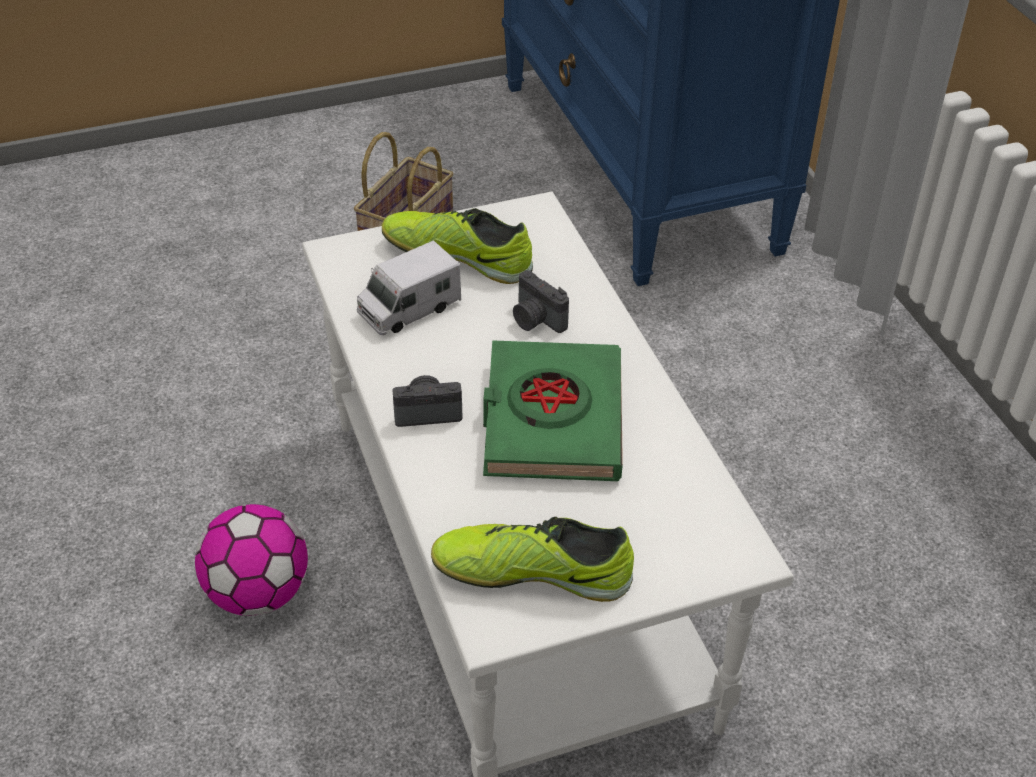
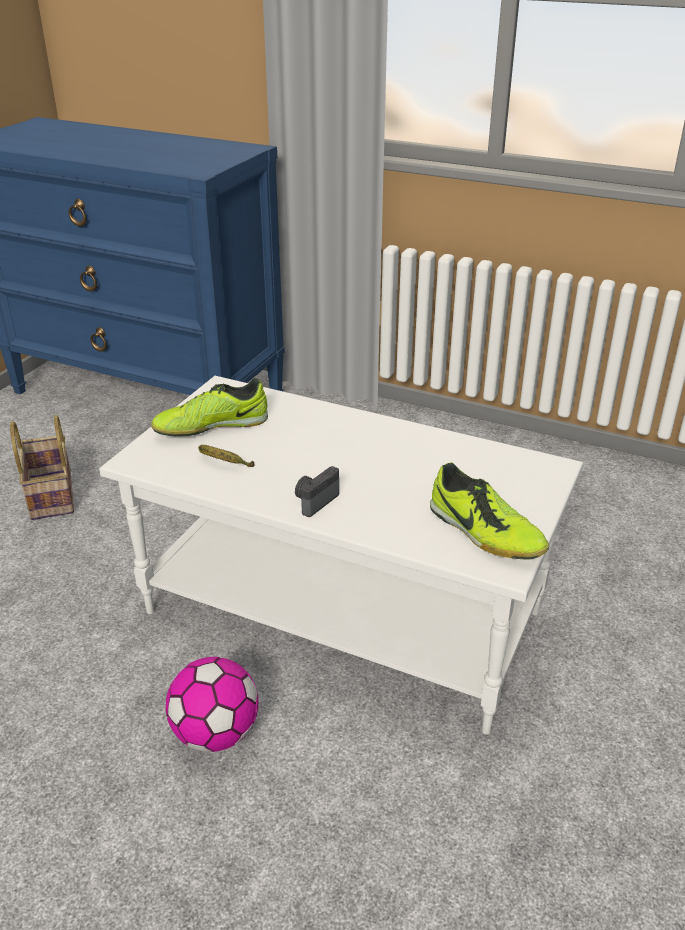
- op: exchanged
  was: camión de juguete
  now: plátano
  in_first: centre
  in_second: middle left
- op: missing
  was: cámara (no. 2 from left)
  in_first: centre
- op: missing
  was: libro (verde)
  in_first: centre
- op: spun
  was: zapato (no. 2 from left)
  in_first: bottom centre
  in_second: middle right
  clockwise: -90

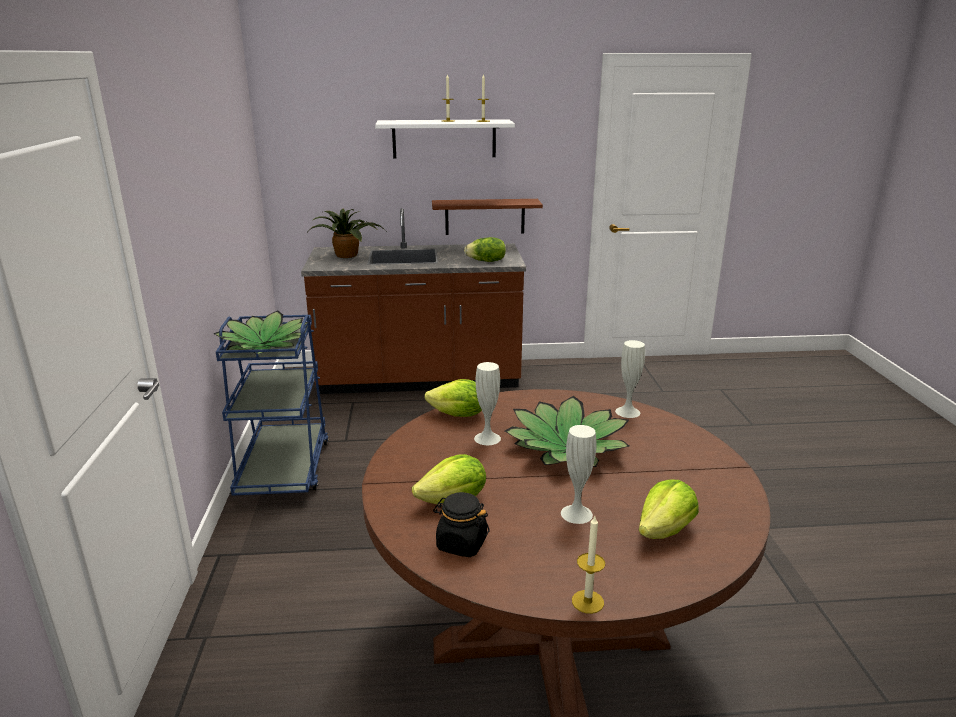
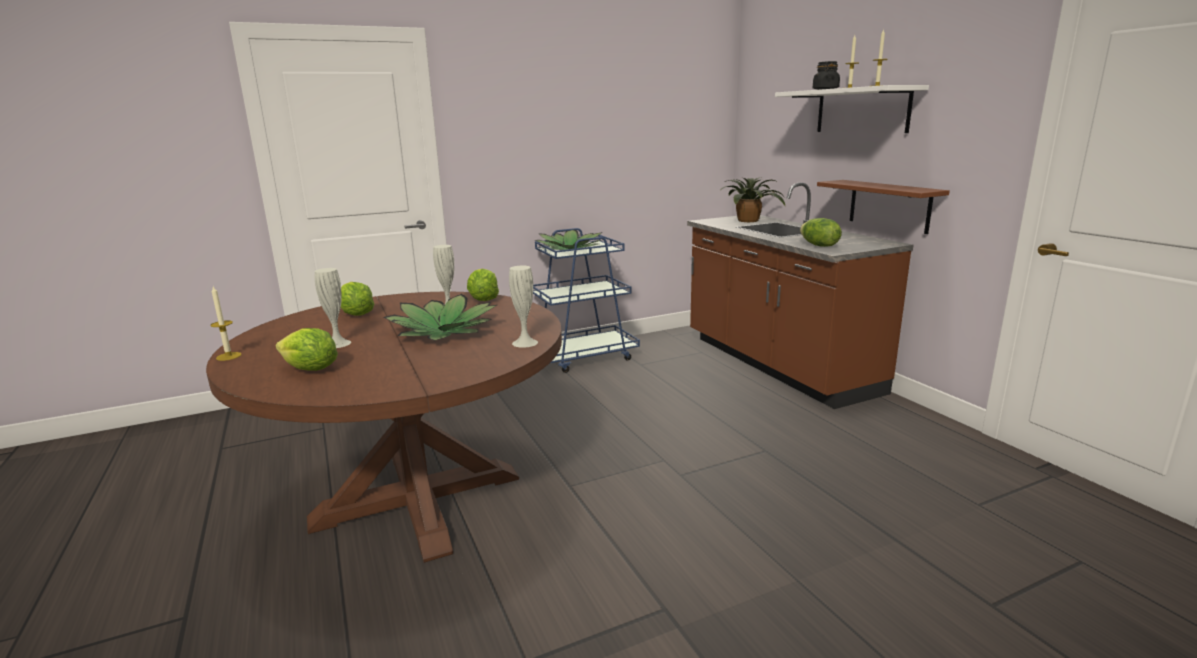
- op: relocated
  was: tarro (negro)
  in_first: bottom centre
  in_second: top right

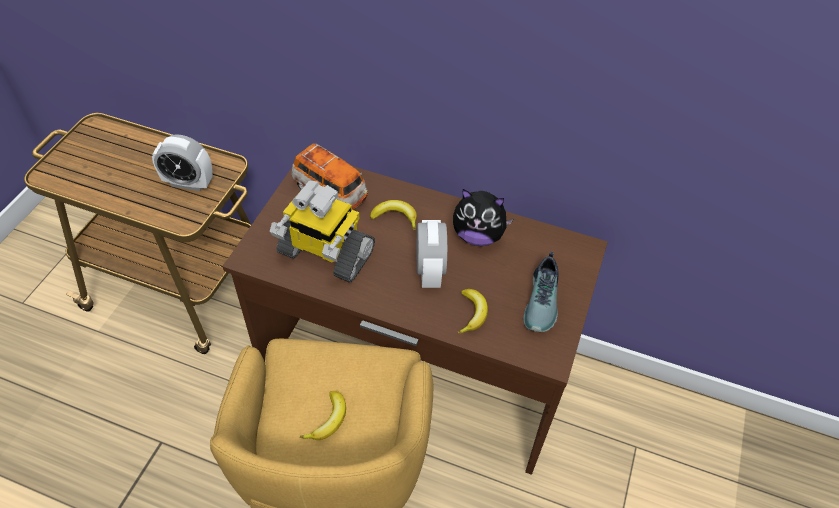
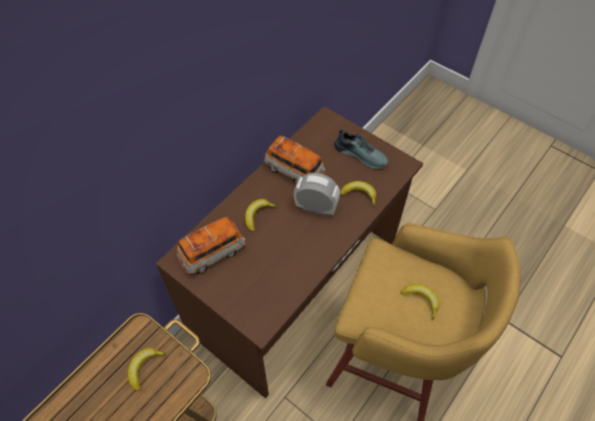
- op: exchanged
  was: despertador (no. 1 from left)
  now: plátano (no. 1 from left)
  in_first: top left
  in_second: bottom left
- op: missing
  was: robot de juguete
  in_first: centre
- op: exchanged
  was: peluche
  now: coche de juguete (no. 2 from left)
  in_first: centre
  in_second: centre

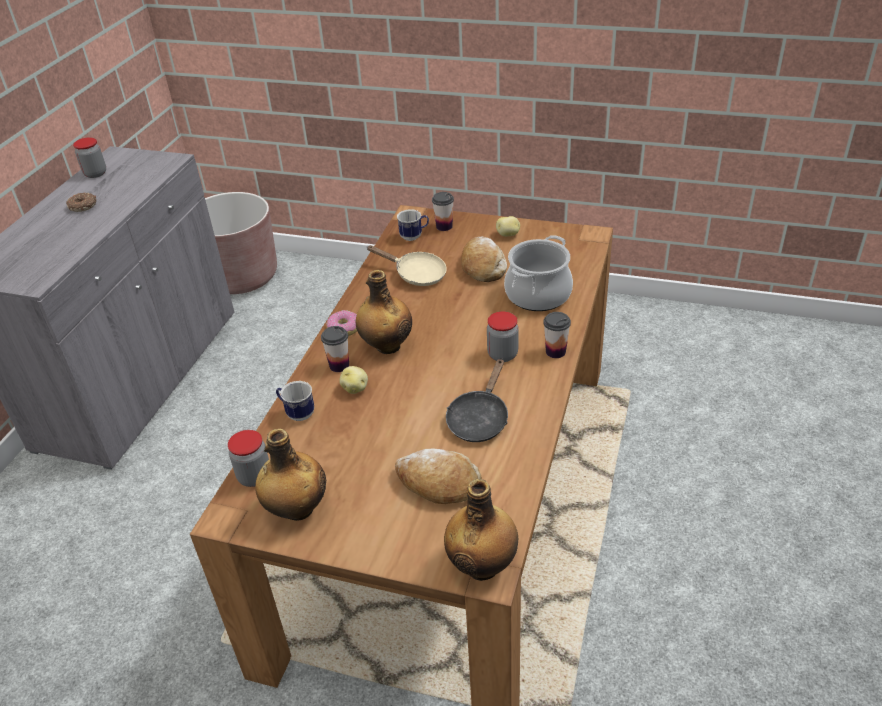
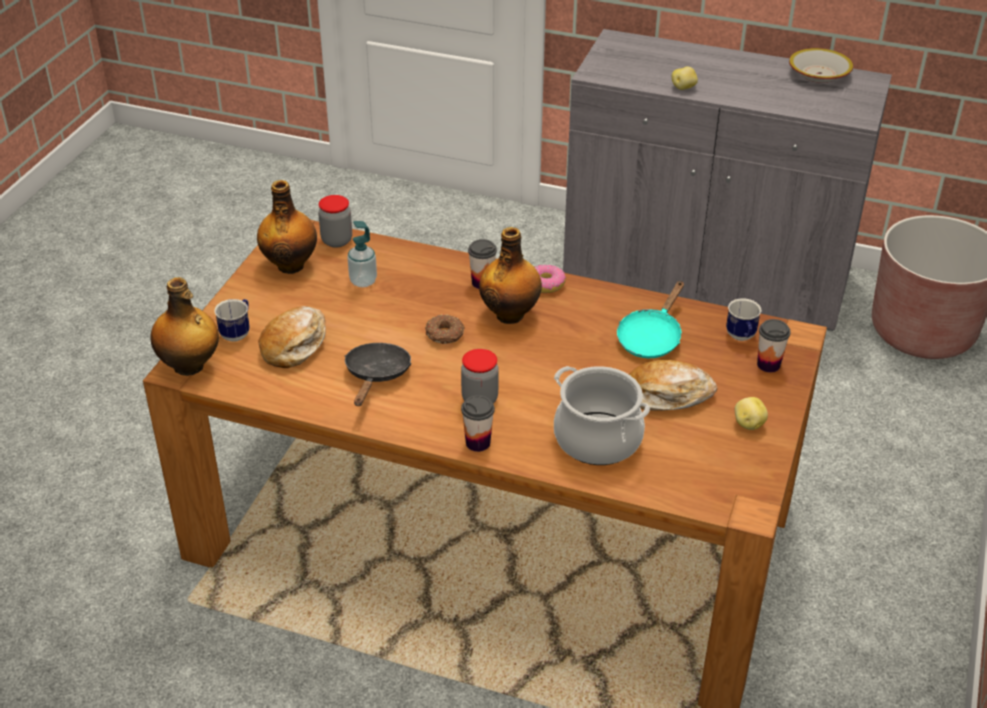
- op: exchanged
  was: tarro (no. 1 from left)
  now: cuenco
  in_first: top left
  in_second: top right
- op: relocated
  was: rosquilla (no. 1 from left)
  in_first: top left
  in_second: centre
- op: colour
  was: sartén (beis)
  now: sartén (turquesa)
  in_first: centre
  in_second: centre
- op: spun
  was: sartén (negro)
  in_first: centre
  in_second: centre
  clockwise: 75
- op: relocated
  was: patata (no. 1 from left)
  in_first: centre
  in_second: top right
- op: relocated
  was: taza grande (no. 1 from left)
  in_first: centre
  in_second: middle left
- op: appeared
  now: dispensador de jabón
  in_second: centre

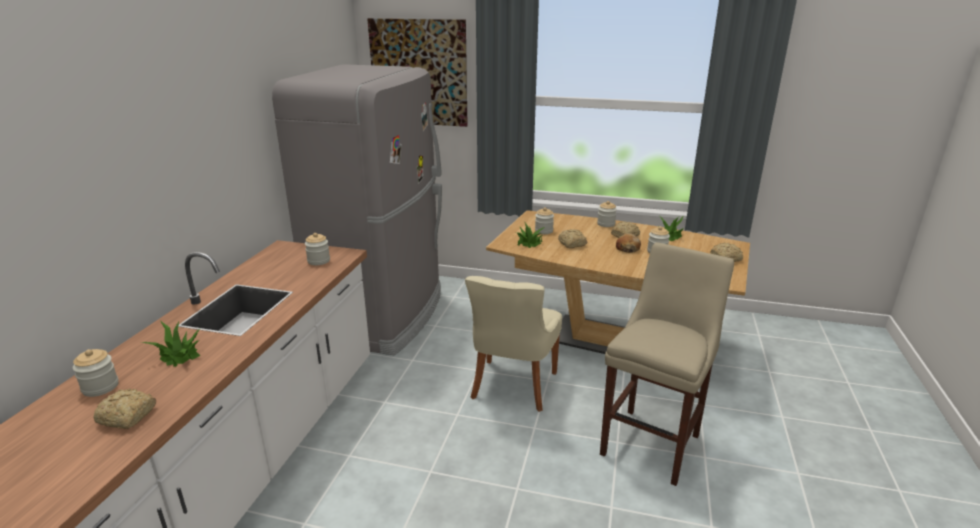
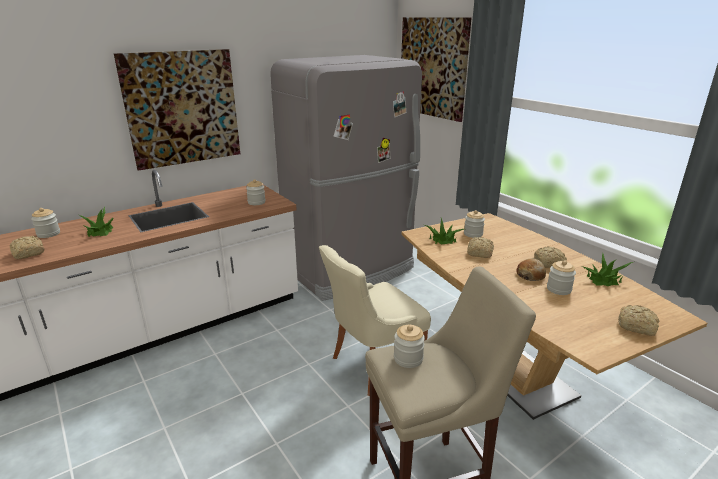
- op: relocated
  was: tarro (no. 4 from left in the first image)
  now: tarro (no. 3 from left)
  in_first: centre
  in_second: bottom centre
- op: appeared
  now: cuadro (no. 1 from left)
  in_second: top left

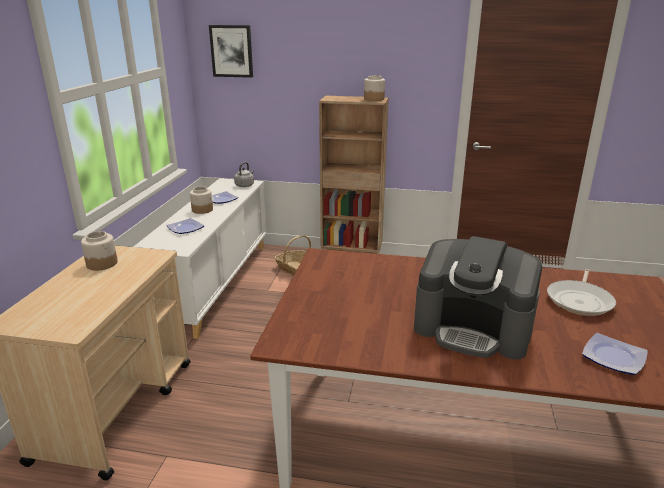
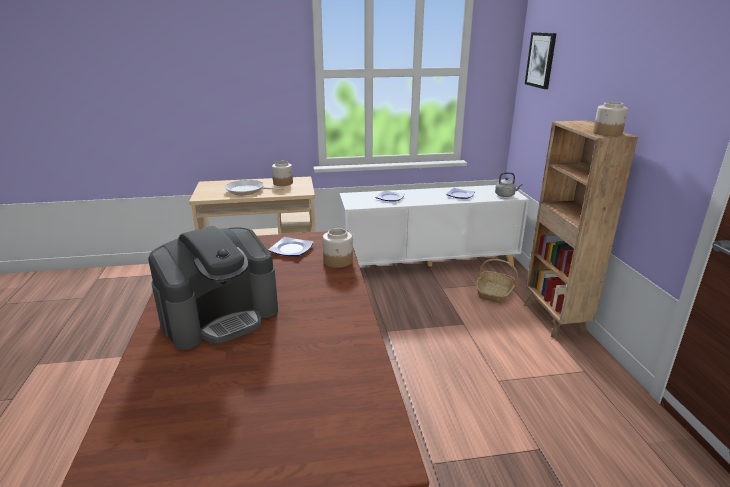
- op: relocated
  was: tarro (no. 2 from left)
  in_first: middle left
  in_second: centre
- op: spun
  was: cafetera
  in_first: middle right
  in_second: middle left
  clockwise: -135
- op: relocated
  was: sartén
  in_first: middle right
  in_second: centre
- op: relocated
  was: plato (no. 3 from left in the first image)
  now: plato (no. 1 from left)
  in_first: bottom right
  in_second: centre

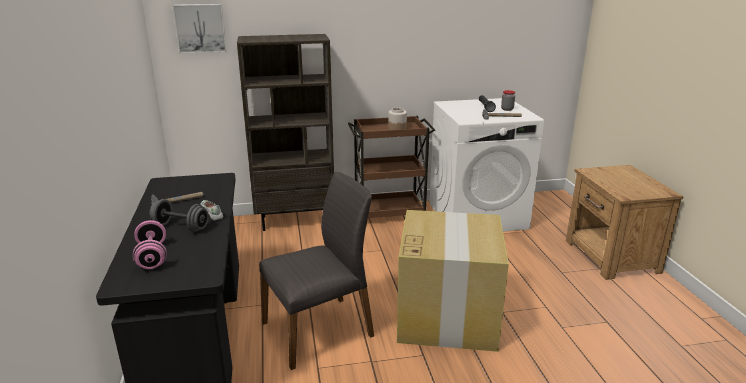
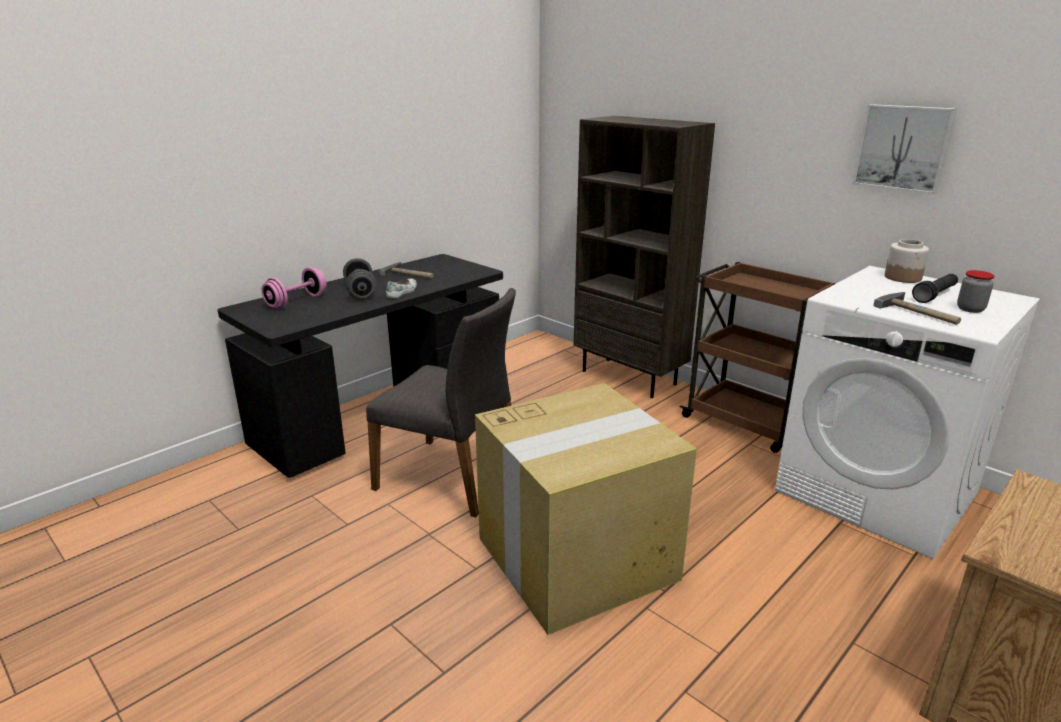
- op: relocated
  was: cuadro
  in_first: top left
  in_second: top right
- op: relocated
  was: tarro (no. 1 from left)
  in_first: top centre
  in_second: middle right

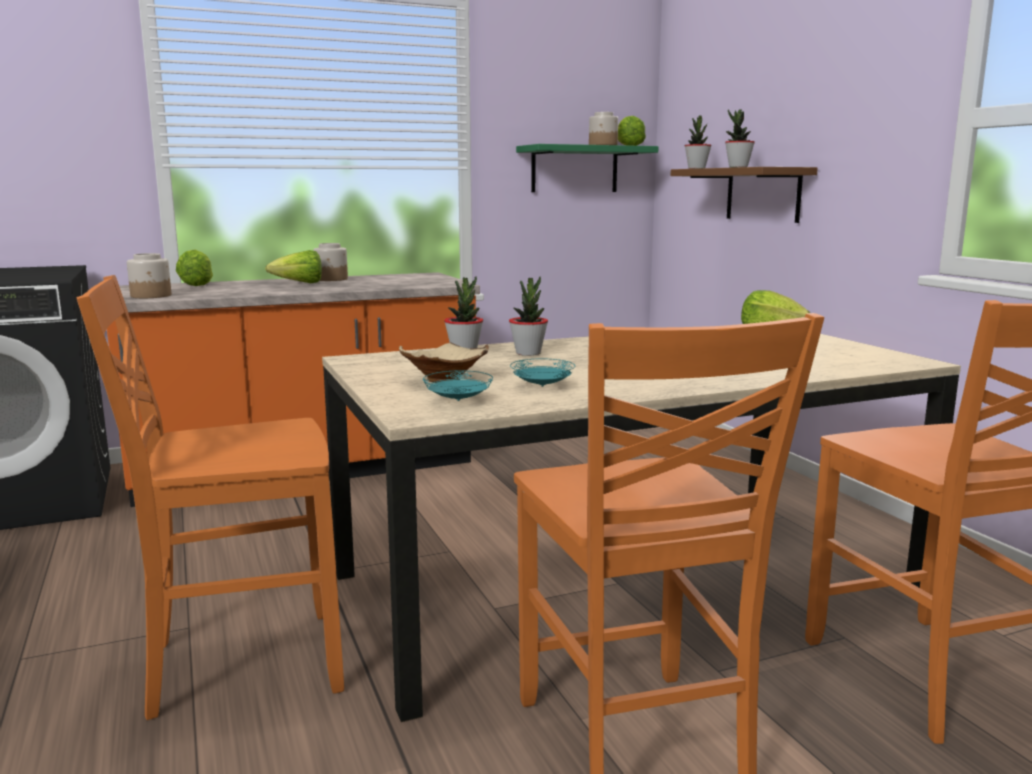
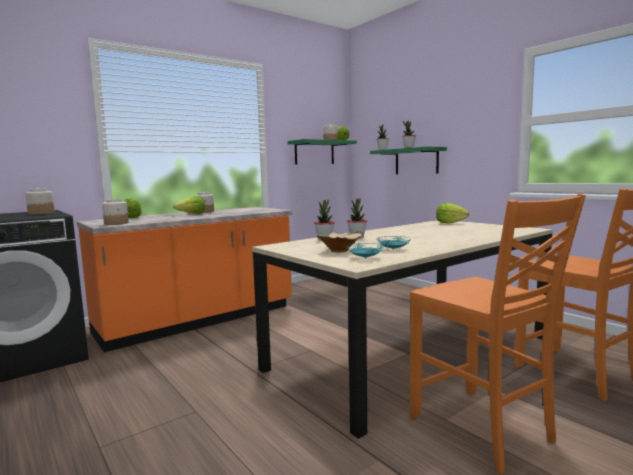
- op: colour
  was: estante (marrón)
  now: estante (verde) (no. 2 from left)
  in_first: top right
  in_second: centre
- op: missing
  was: silla (naranja) (no. 1 from left)
  in_first: middle left
- op: appeared
  now: tarro (no. 1 from left)
  in_second: middle left

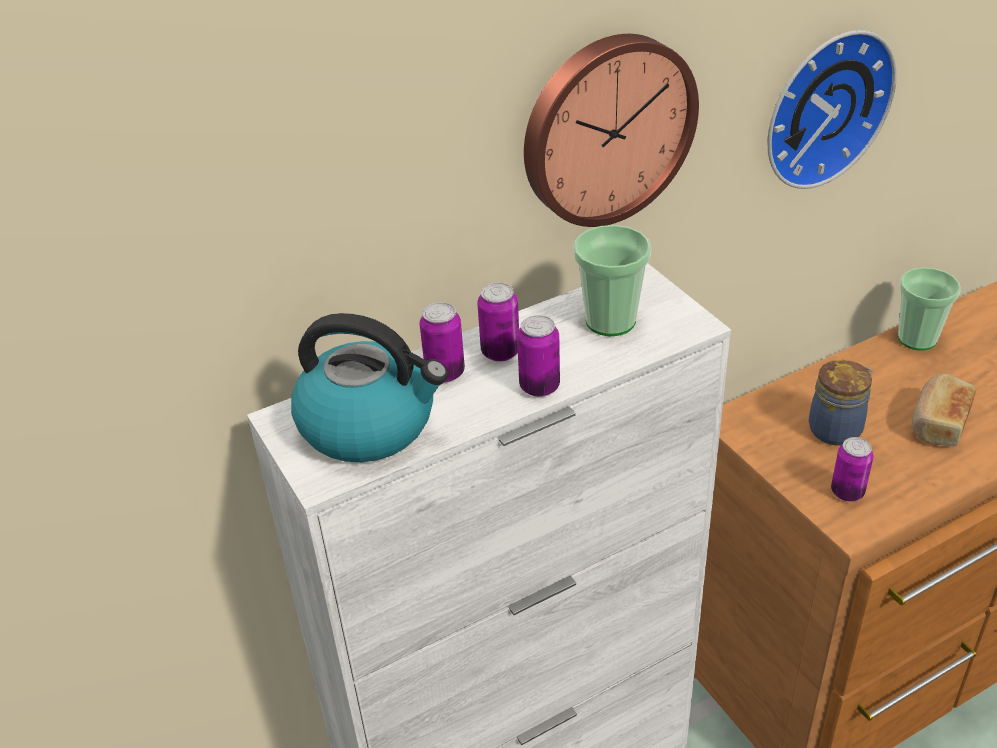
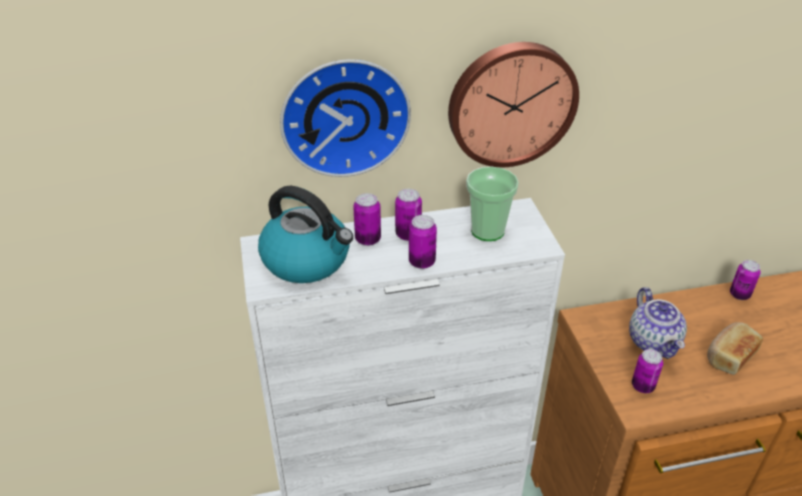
- op: relocated
  was: reloj de pared (no. 2 from left in the first image)
  now: reloj de pared (no. 1 from left)
  in_first: top right
  in_second: top centre
- op: exchanged
  was: taza (no. 2 from left)
  now: lata (no. 5 from left)
  in_first: middle right
  in_second: middle right
- op: exchanged
  was: tarro
  now: tetera
  in_first: middle right
  in_second: middle right

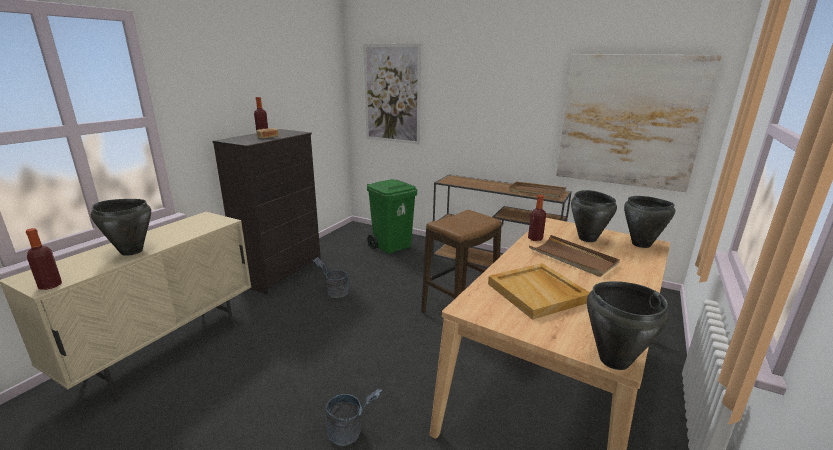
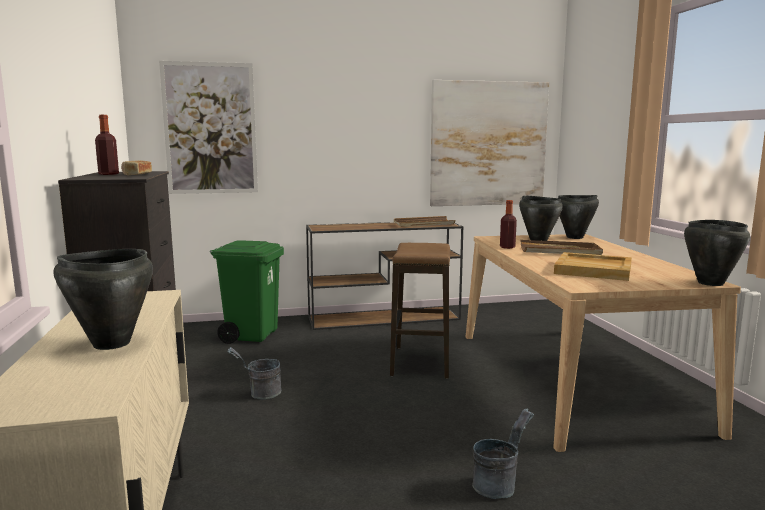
- op: missing
  was: botella (no. 1 from left)
  in_first: middle left

